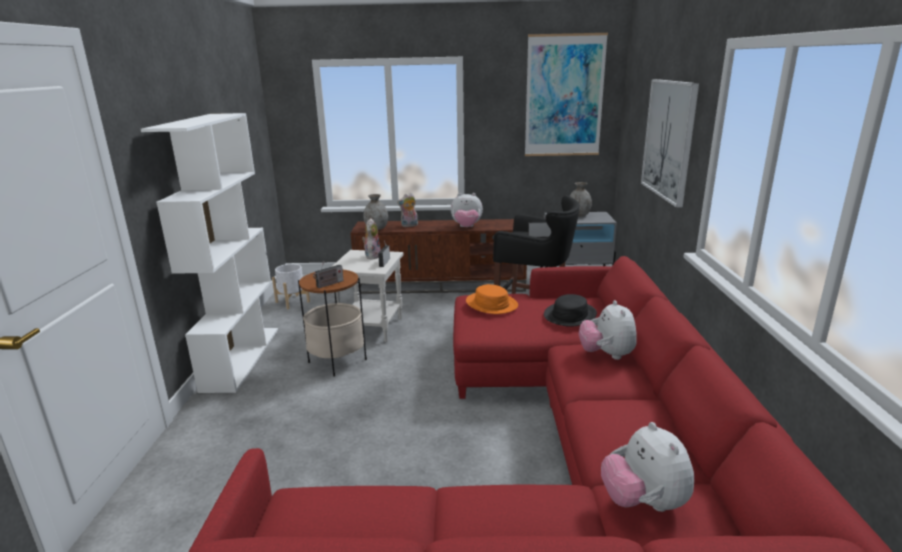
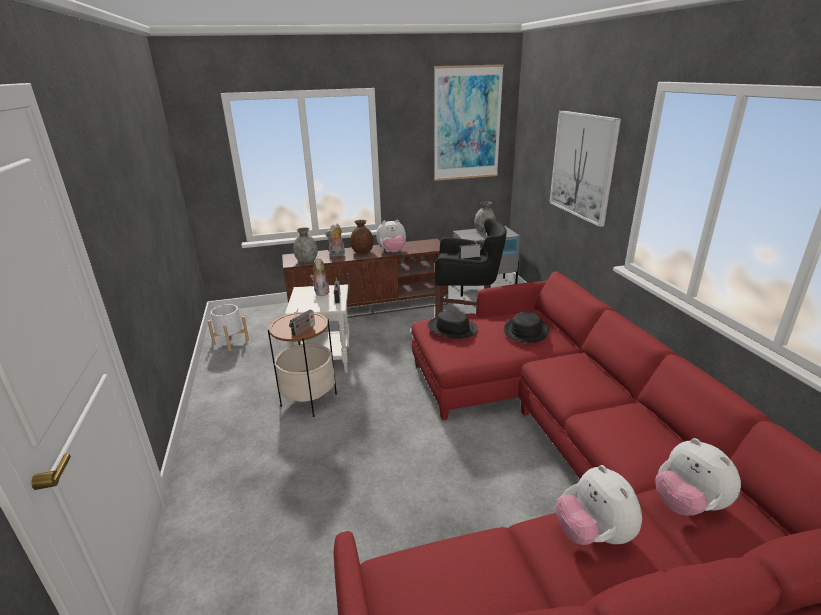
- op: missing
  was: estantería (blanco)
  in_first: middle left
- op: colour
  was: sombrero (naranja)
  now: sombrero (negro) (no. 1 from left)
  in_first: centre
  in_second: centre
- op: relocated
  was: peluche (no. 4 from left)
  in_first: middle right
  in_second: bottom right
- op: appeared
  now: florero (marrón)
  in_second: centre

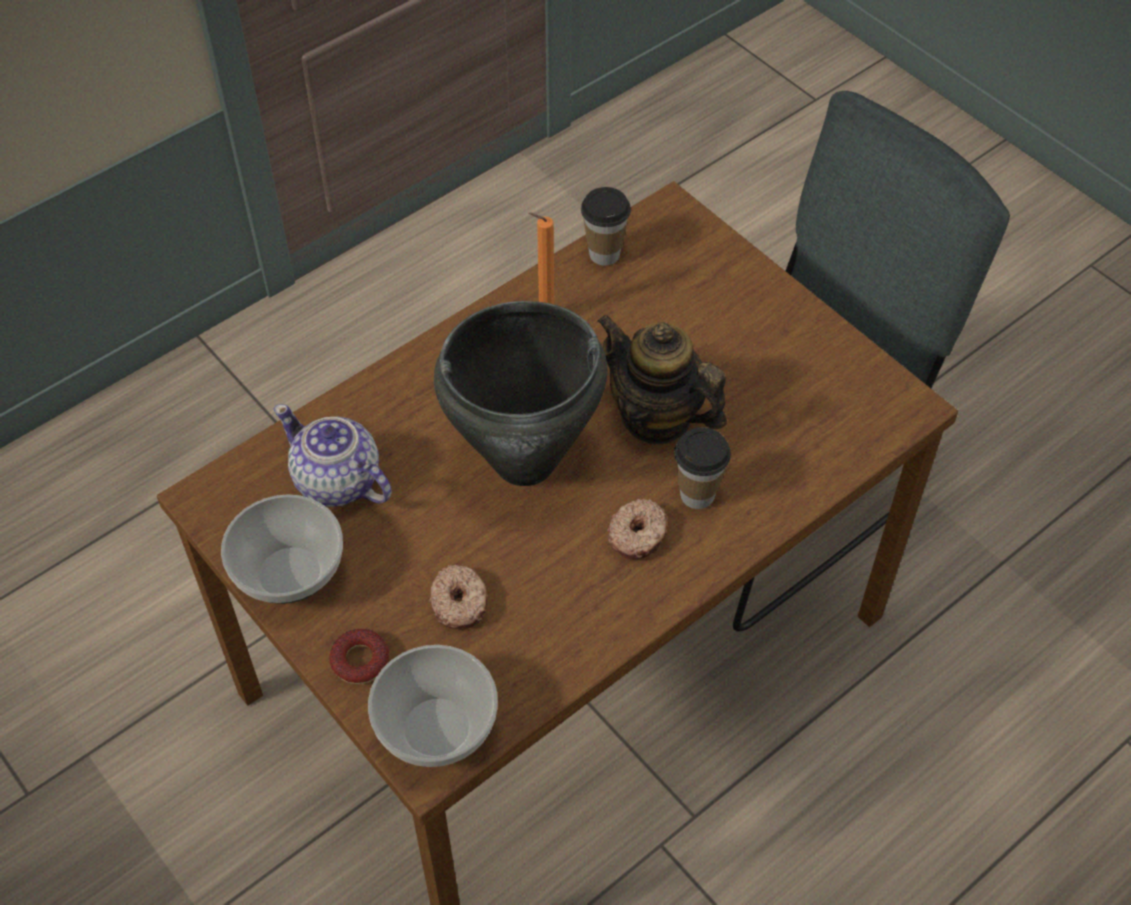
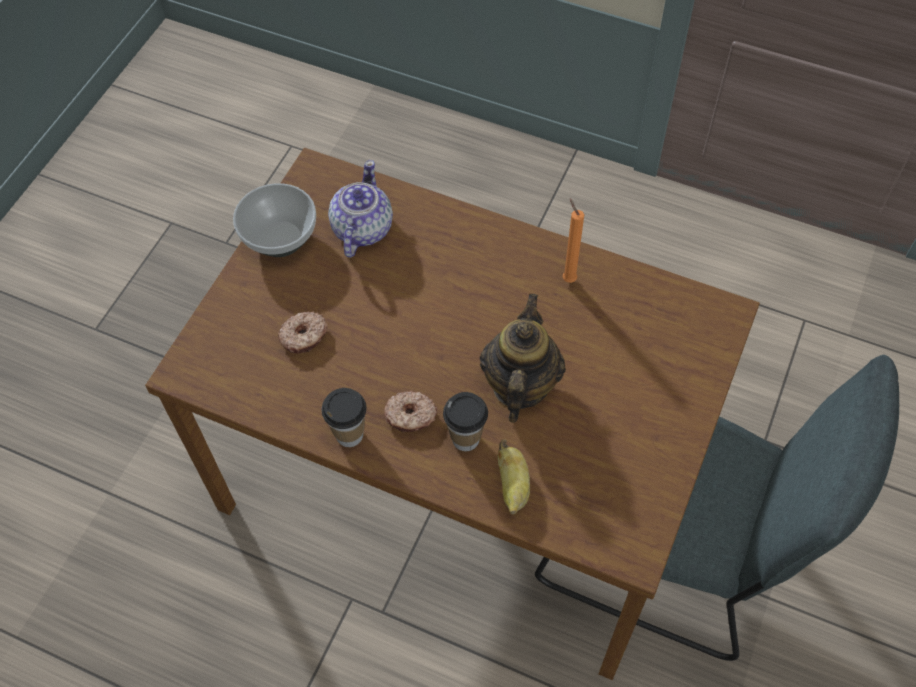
- op: relocated
  was: taza (no. 1 from left)
  in_first: top centre
  in_second: centre
- op: missing
  was: olla (negro)
  in_first: centre
- op: missing
  was: rosquilla (no. 1 from left)
  in_first: bottom left
- op: missing
  was: cuenco (no. 2 from left)
  in_first: bottom centre
- op: appeared
  now: plátano
  in_second: bottom centre

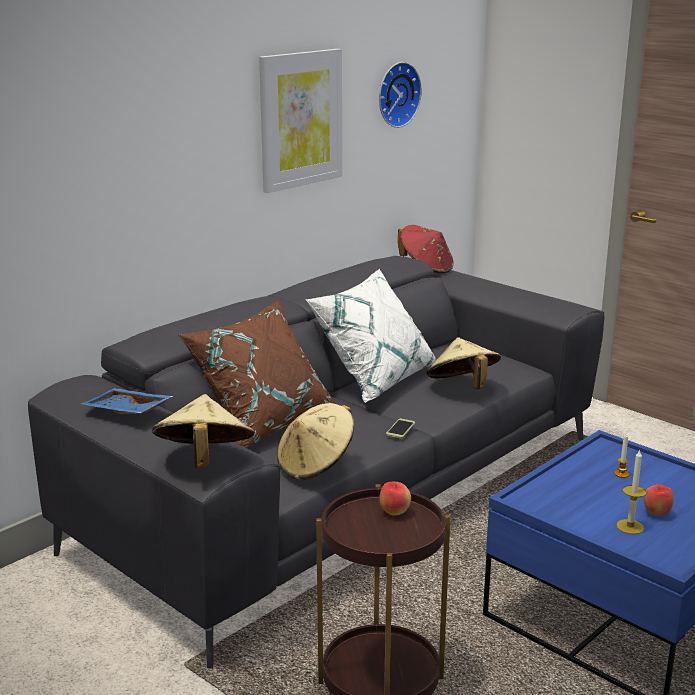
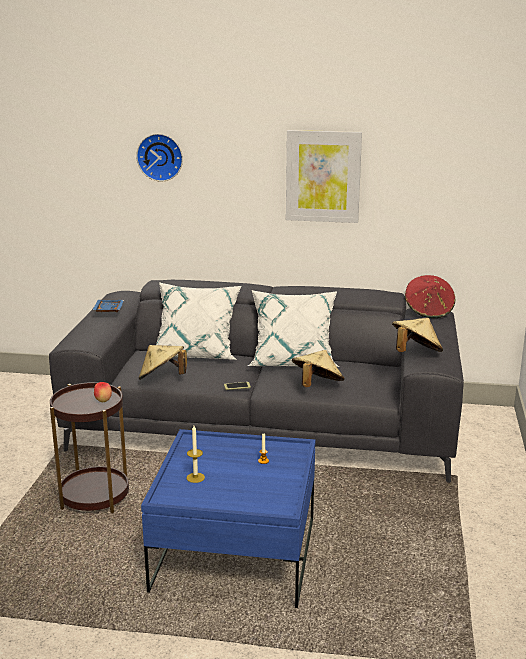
- op: relocated
  was: reloj de pared
  in_first: top centre
  in_second: top left
- op: colour
  was: cojín (marrón)
  now: cojín (blanco) (no. 1 from left)
  in_first: centre
  in_second: centre
- op: relocated
  was: sombrero (beis) (no. 1 from left in the first image)
  now: sombrero (beis) (no. 3 from left)
  in_first: middle left
  in_second: middle right
- op: missing
  was: manzana (no. 2 from left)
  in_first: bottom right

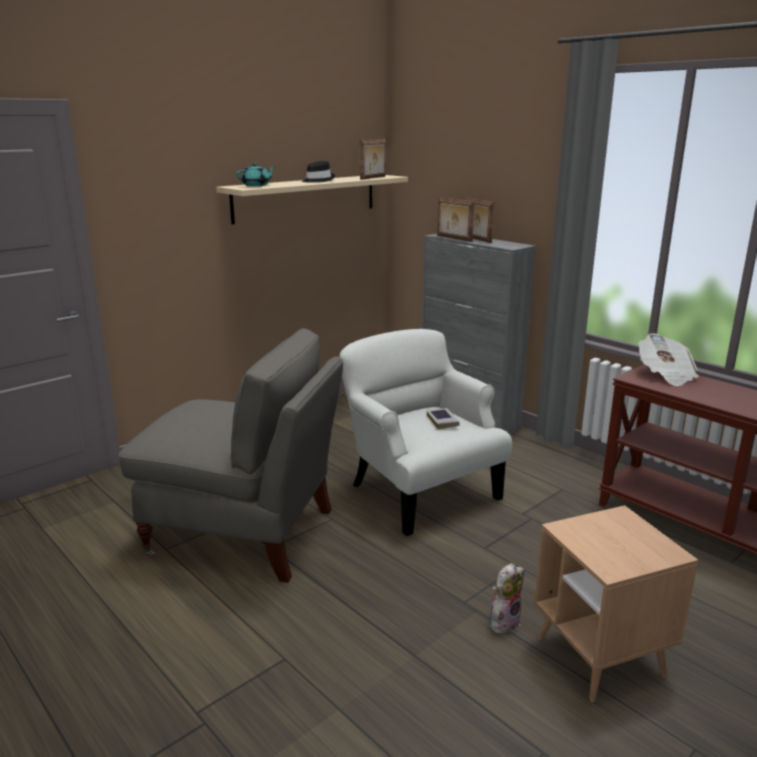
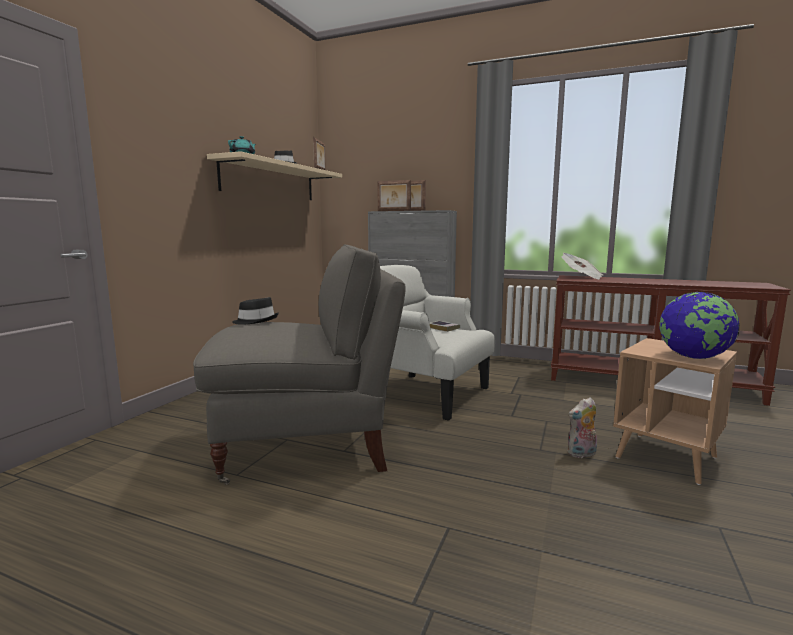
- op: spun
  was: peluche
  in_first: bottom right
  in_second: bottom right
  clockwise: -135
- op: appeared
  now: globo terráqueo
  in_second: middle right
- op: appeared
  now: sombrero (negro) (no. 1 from left)
  in_second: middle left

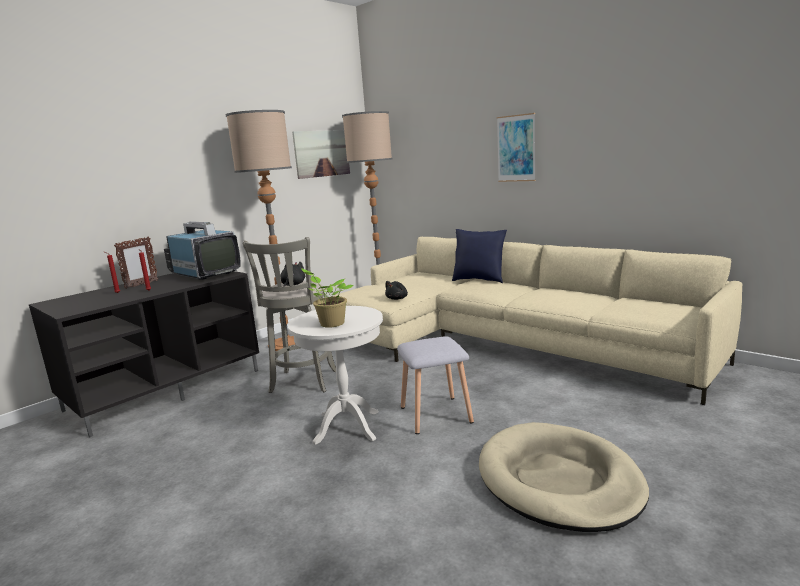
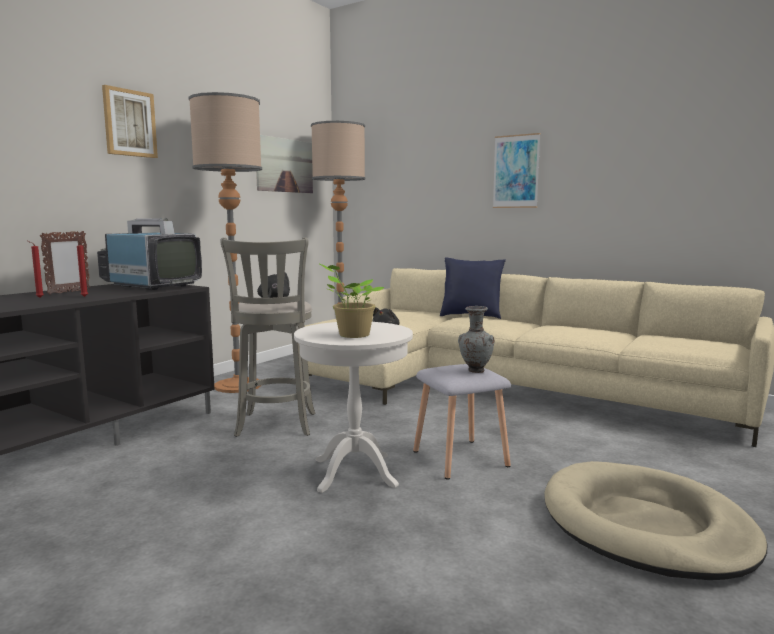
- op: appeared
  now: cuadro (no. 1 from left)
  in_second: top left
- op: appeared
  now: florero (gris)
  in_second: centre

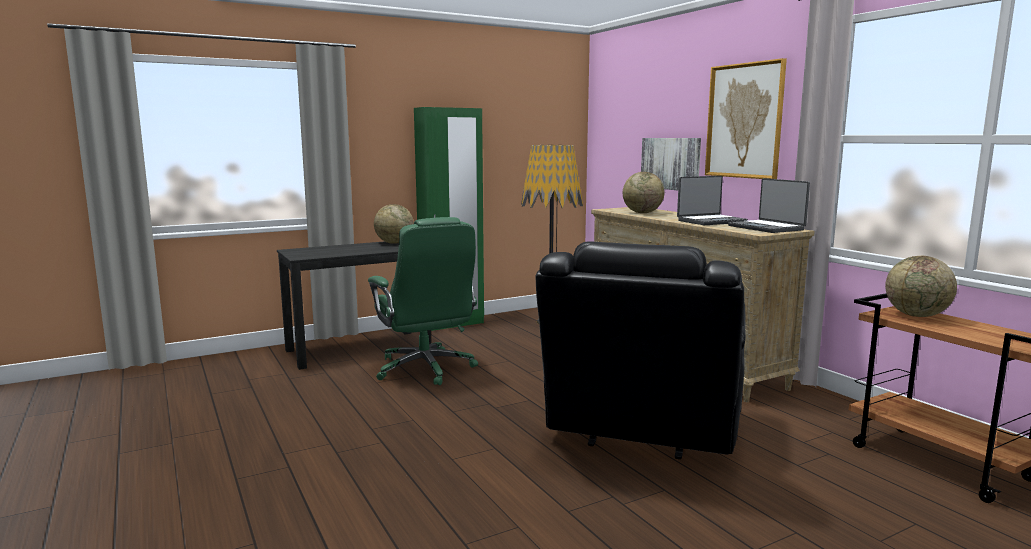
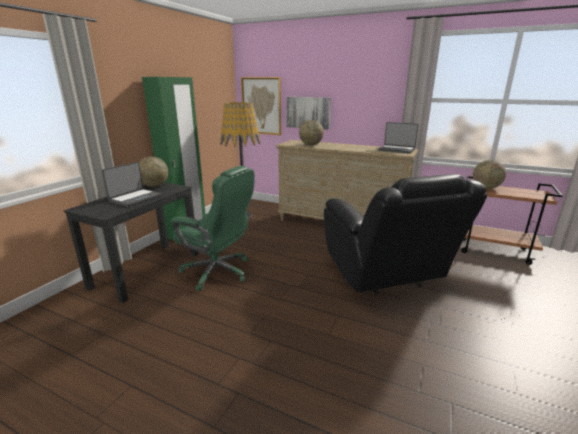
- op: relocated
  was: cuadro (no. 2 from left in the first image)
  now: cuadro (no. 1 from left)
  in_first: top right
  in_second: top centre
- op: relocated
  was: portátil (no. 1 from left)
  in_first: middle right
  in_second: middle left

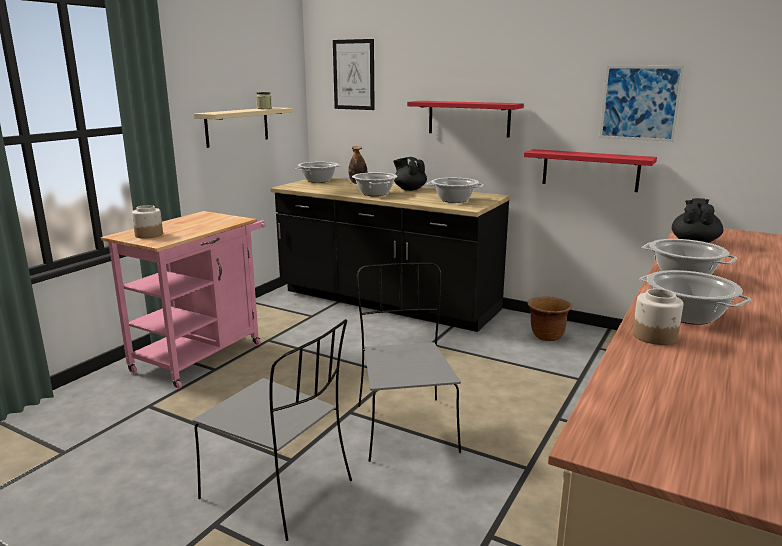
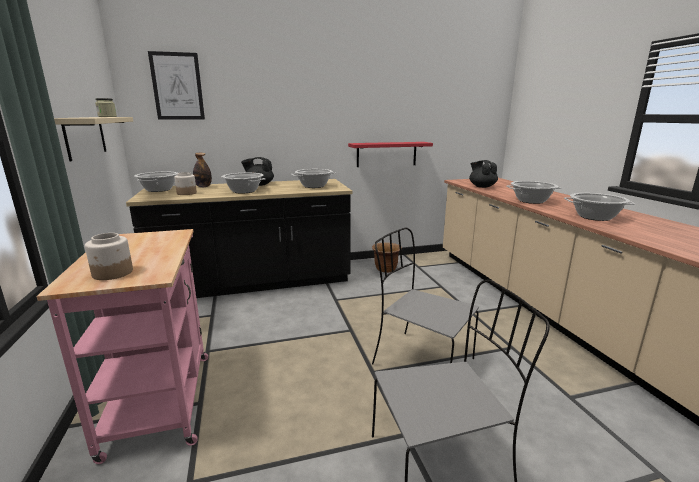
- op: missing
  was: cuadro (no. 2 from left)
  in_first: top right
- op: missing
  was: estante (rojo) (no. 1 from left)
  in_first: top centre
- op: relocated
  was: tarro (no. 3 from left)
  in_first: middle right
  in_second: middle left

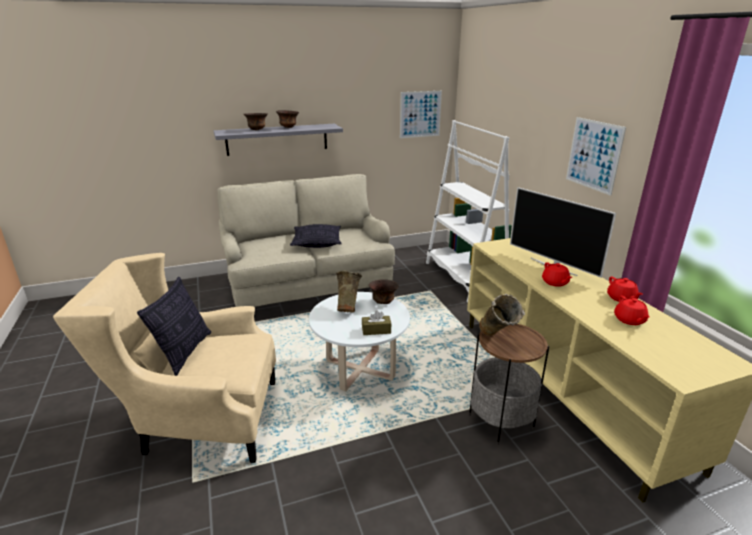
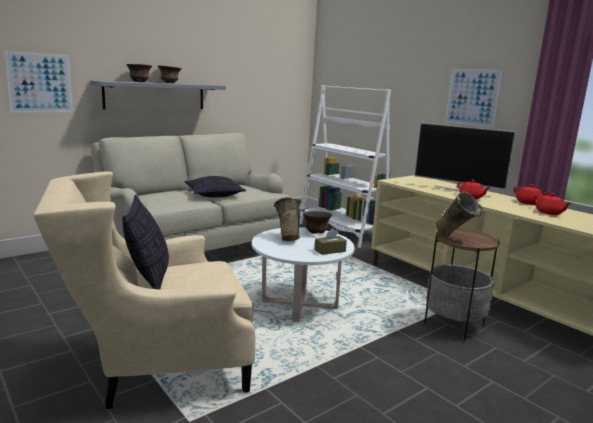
- op: relocated
  was: cuadro (no. 1 from left)
  in_first: top centre
  in_second: top left

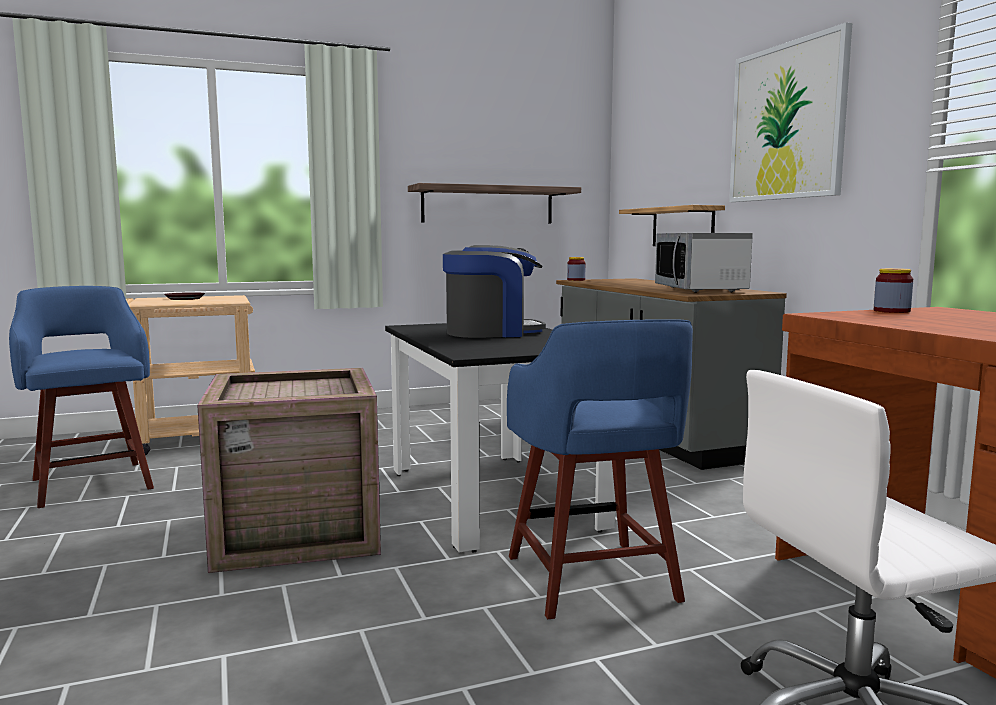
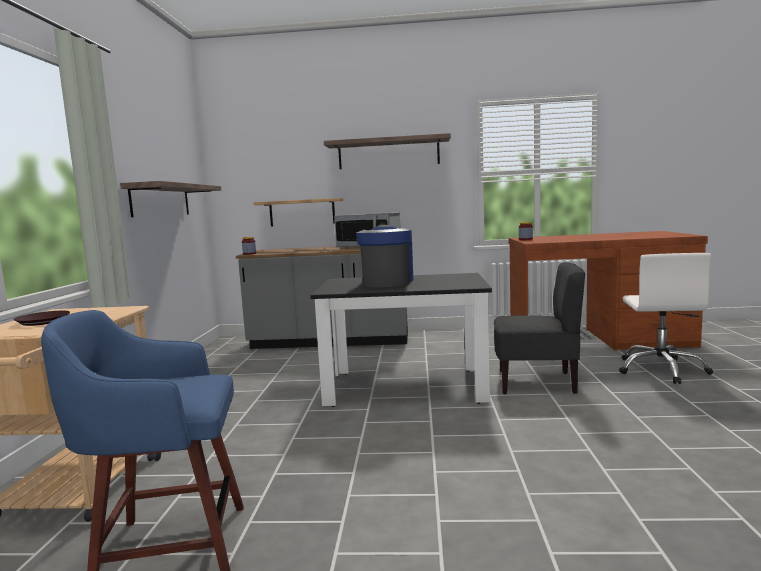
- op: exchanged
  was: cuadro
  now: estante (no. 3 from left)
  in_first: top right
  in_second: top centre
- op: exchanged
  was: taburete (azul) (no. 2 from left)
  now: silla (gris)
  in_first: centre
  in_second: middle right
- op: missing
  was: caja de embalaje
  in_first: bottom left

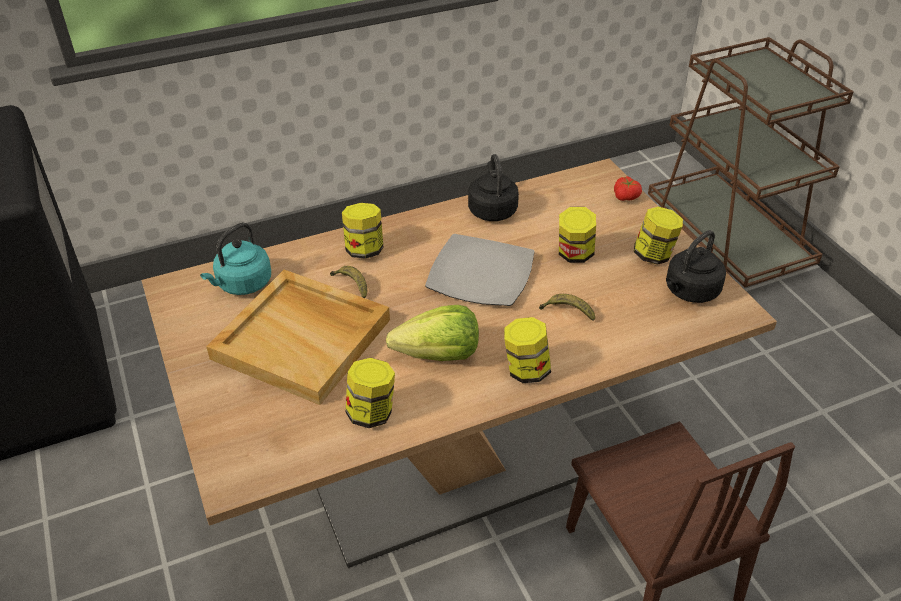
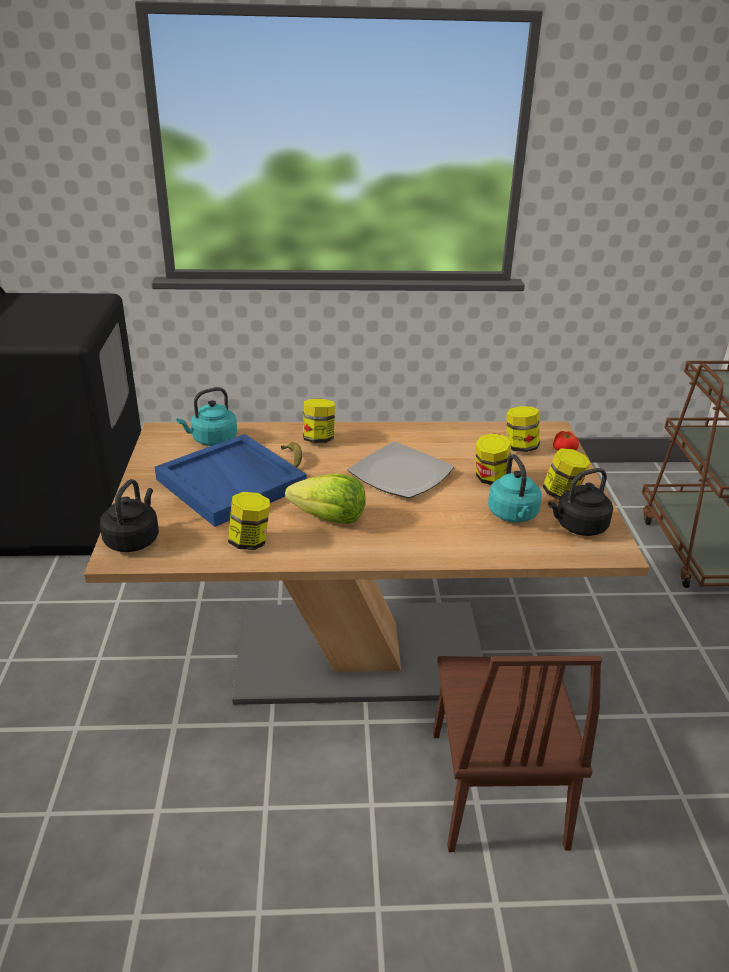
- op: relocated
  was: hervidor (negro) (no. 1 from left)
  in_first: top centre
  in_second: middle left
- op: colour
  was: bandeja (beis)
  now: bandeja (azul)
  in_first: middle left
  in_second: middle left
- op: missing
  was: plátano (no. 2 from left)
  in_first: centre
- op: relocated
  was: tarro (no. 3 from left in the first image)
  now: tarro (no. 4 from left)
  in_first: centre
  in_second: middle right
- op: appeared
  now: hervidor (turquesa) (no. 2 from left)
  in_second: middle right

